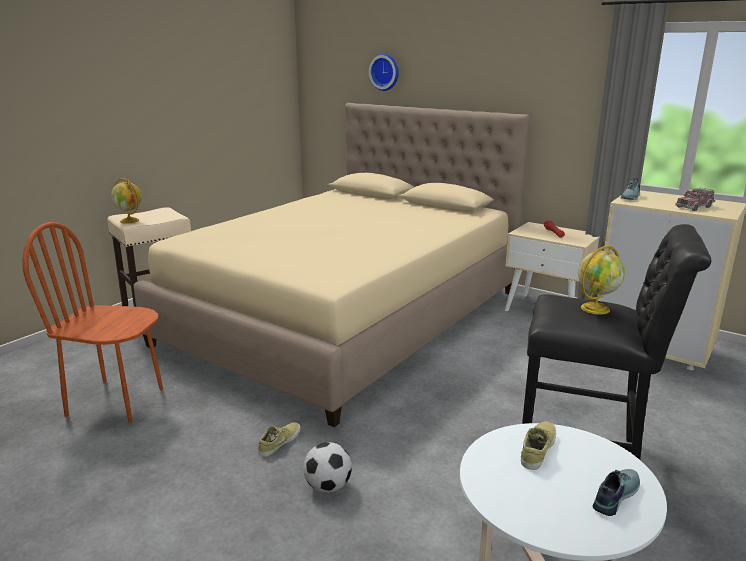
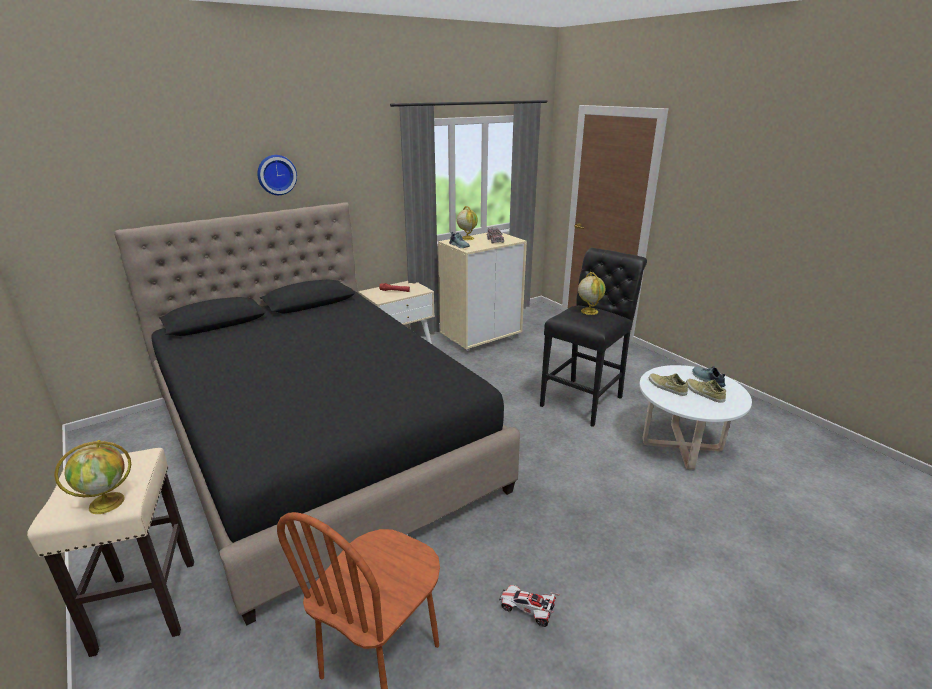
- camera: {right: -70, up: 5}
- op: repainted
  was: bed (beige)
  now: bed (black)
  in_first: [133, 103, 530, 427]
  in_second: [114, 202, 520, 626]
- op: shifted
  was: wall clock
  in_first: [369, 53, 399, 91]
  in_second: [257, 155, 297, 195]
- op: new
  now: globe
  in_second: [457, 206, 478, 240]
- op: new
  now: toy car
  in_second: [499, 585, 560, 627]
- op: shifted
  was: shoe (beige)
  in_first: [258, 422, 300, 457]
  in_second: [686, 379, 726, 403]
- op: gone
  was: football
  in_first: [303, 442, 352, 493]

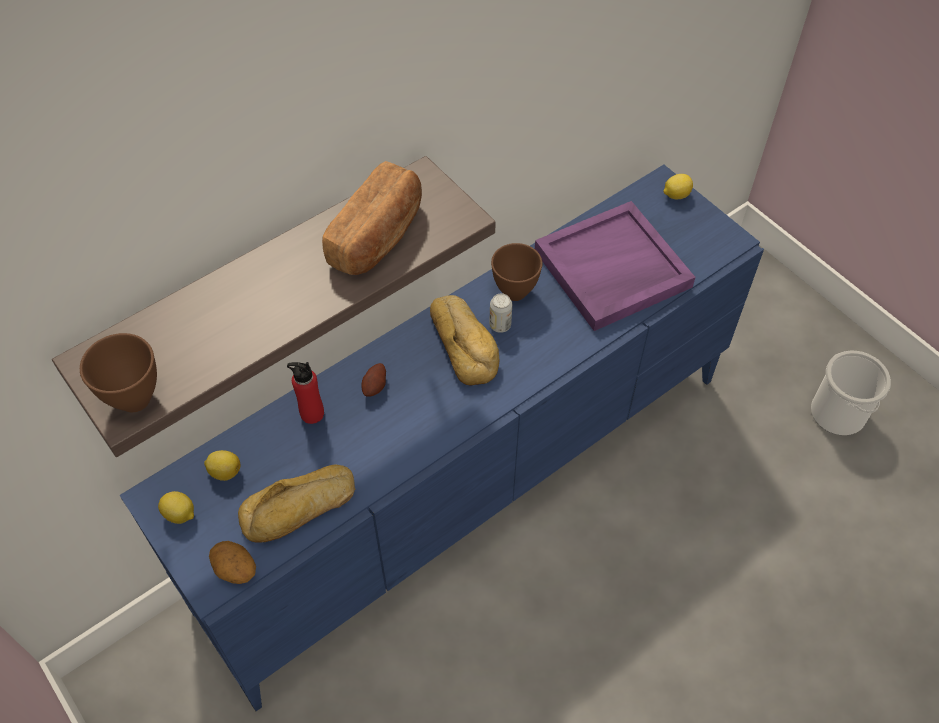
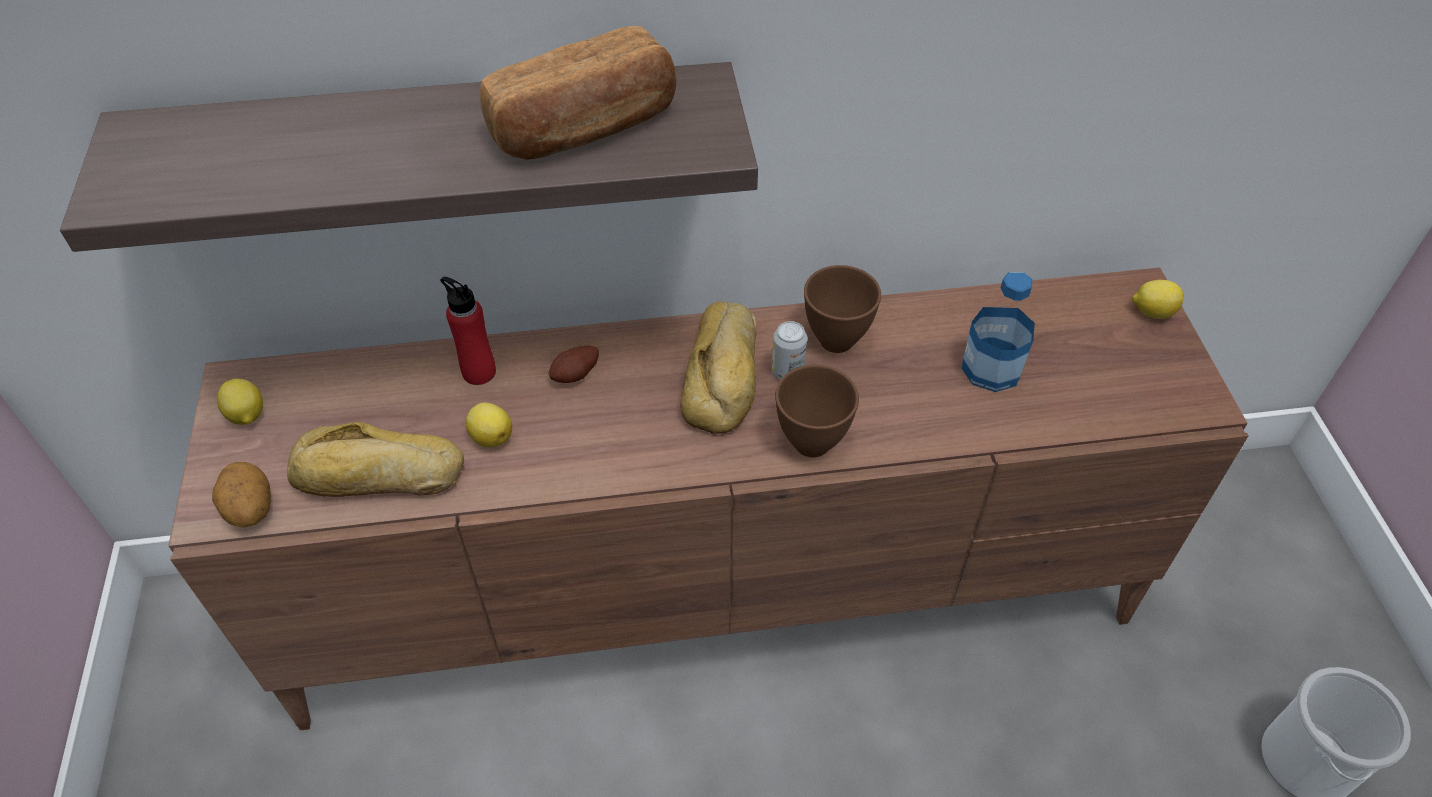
- camera: {right: 30, up: -5}
- op: repainted
  was: cabinet (blue)
  now: cabinet (brown)
  in_first: [119, 165, 764, 711]
  in_second: [168, 267, 1249, 730]
- op: shifted
  was: lemon
  in_first: [204, 450, 240, 481]
  in_second: [466, 402, 512, 447]
- op: shifted
  was: bowl (brown)
  in_first: [80, 333, 157, 412]
  in_second: [775, 365, 859, 457]
- op: swapped
  was: tray (purple)
  now: bottle
  in_first: [535, 201, 695, 331]
  in_second: [961, 272, 1035, 392]

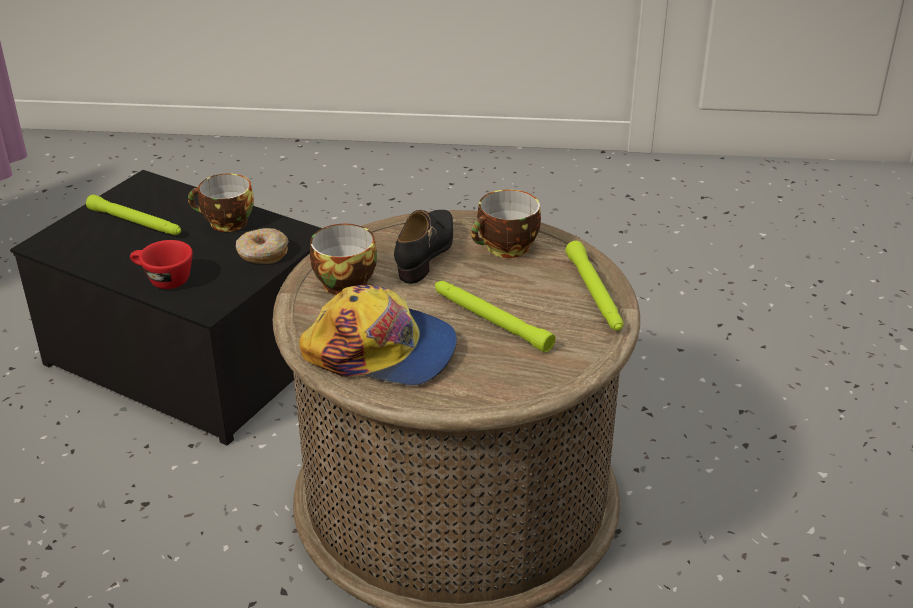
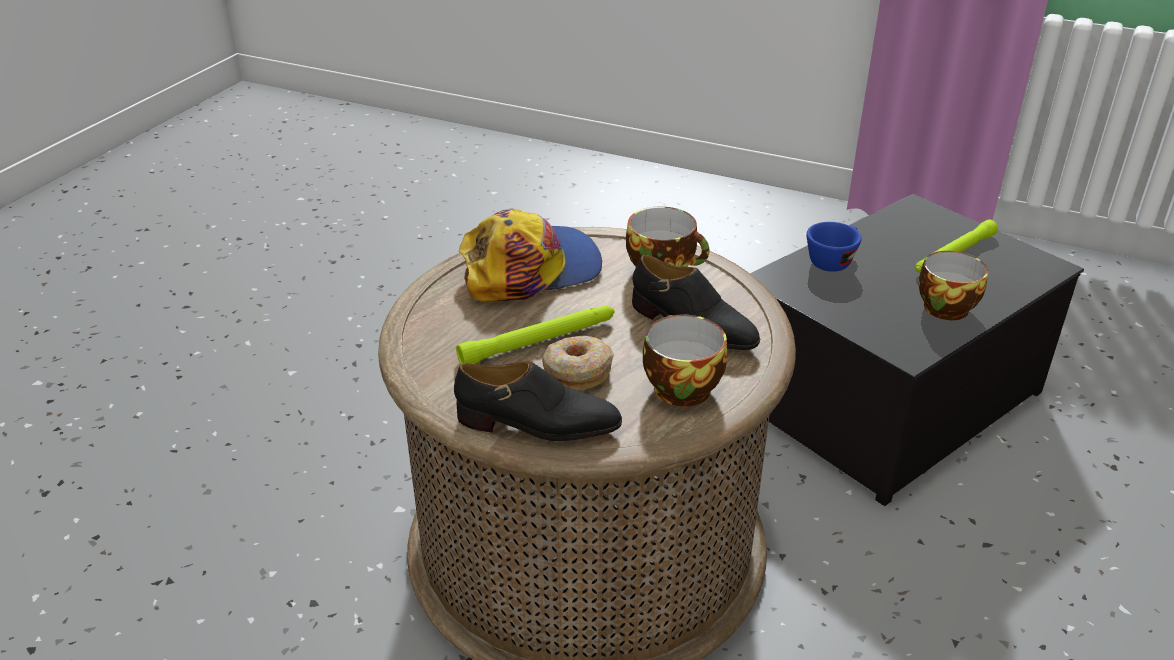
- camera: {right: 110, up: 0}
- op: swapped
  was: flashlight (green)
  now: shoe (black)
  in_first: [565, 241, 624, 331]
  in_second: [454, 361, 622, 441]
- op: rotated
  was: cap
  in_first: [299, 285, 457, 385]
  in_second: [459, 208, 602, 301]
  clockwise: -150
- op: shifted
  was: donut
  in_first: [236, 228, 289, 264]
  in_second: [542, 335, 614, 391]
- op: repainted
  was: cup (red)
  now: cup (blue)
  in_first: [130, 240, 193, 289]
  in_second: [806, 222, 862, 272]

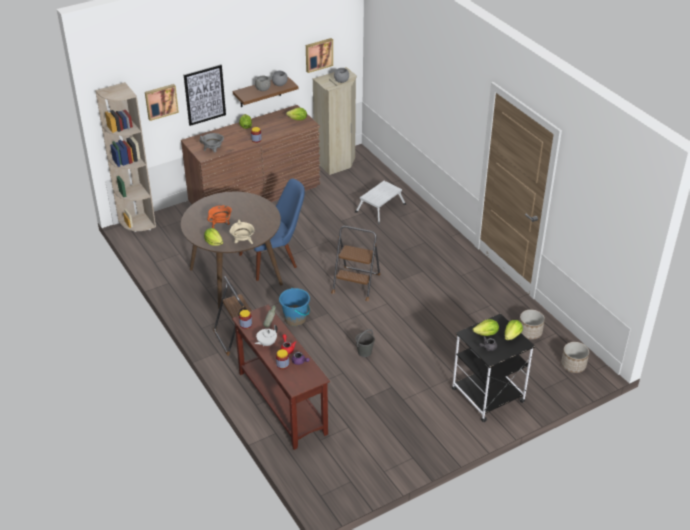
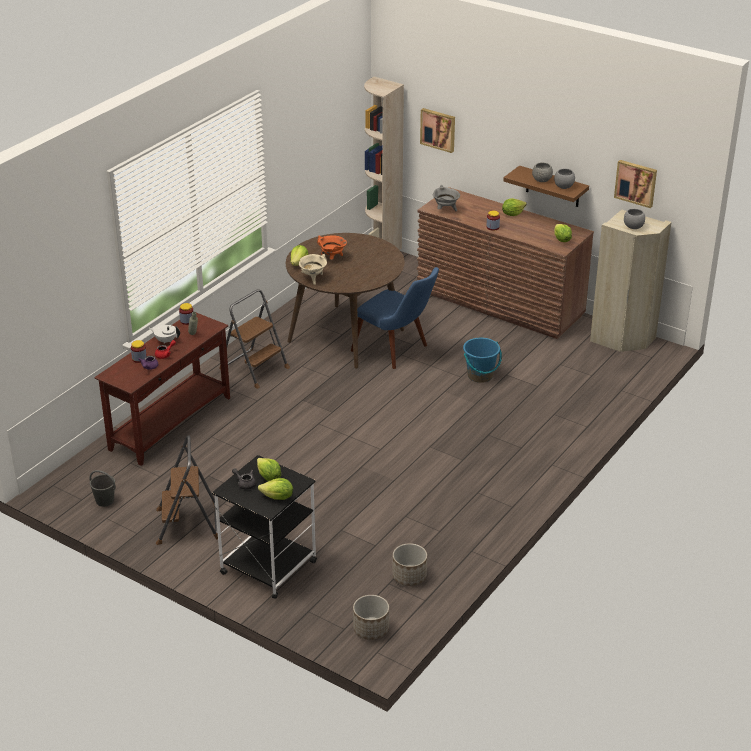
- camera: {right: 65, up: -5}
- op: shifted
  was: bucket (grey)
  in_first: [355, 329, 375, 357]
  in_second: [90, 470, 116, 507]
- op: shifted
  was: step ladder (brown)
  in_first: [331, 226, 380, 301]
  in_second: [156, 435, 218, 545]
- op: shifted
  was: bucket (blue)
  in_first: [279, 288, 310, 326]
  in_second: [463, 338, 502, 383]
- op: gone
  was: picture
  in_first: [184, 64, 226, 126]
- op: gone
  was: step ladder (white)
  in_first: [355, 180, 406, 224]

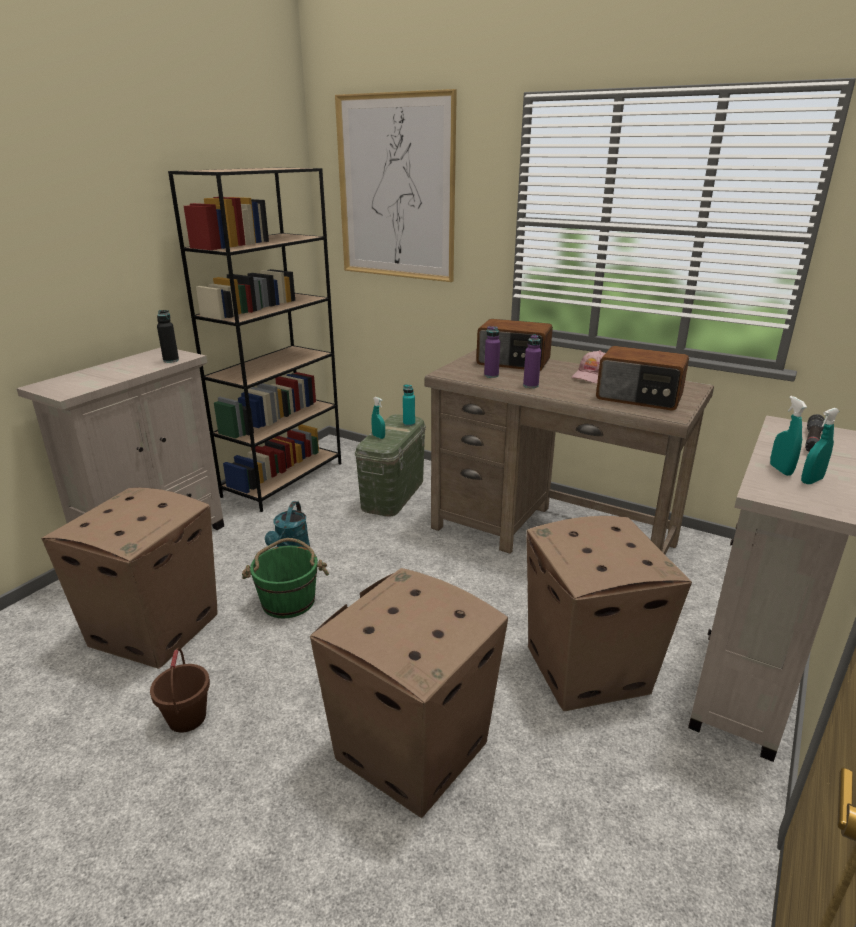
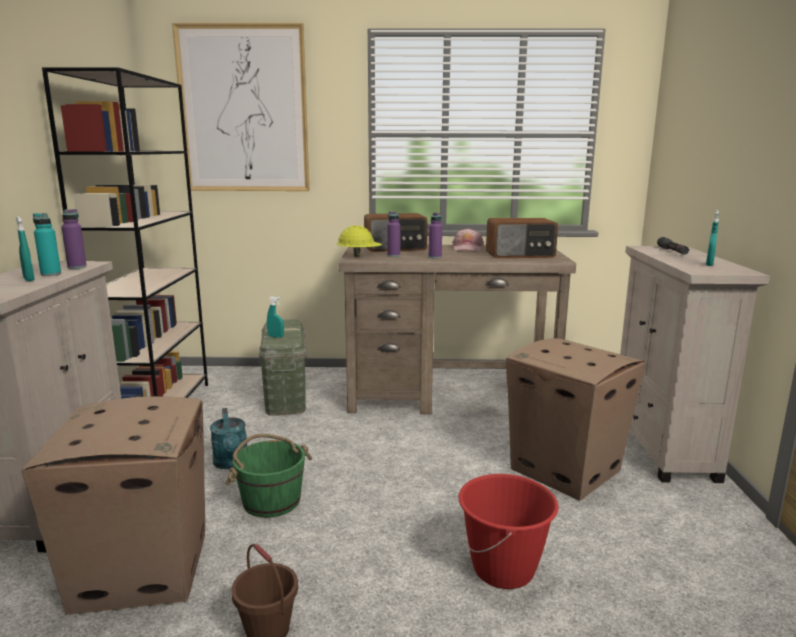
- camera: {right: -30, up: -10}
- op: shifted
  was: spray bottle (turquoise)
  in_first: [770, 396, 807, 476]
  in_second: [16, 216, 35, 281]
- op: shifted
  was: bottle (turquoise)
  in_first: [403, 384, 415, 426]
  in_second: [33, 213, 61, 276]
- op: repainted
  was: bottle (black)
  now: bottle (purple)
  in_first: [157, 310, 179, 363]
  in_second: [62, 209, 87, 269]
- op: new
  now: hard hat (yellow)
  in_second: [337, 226, 382, 257]
- op: swapped
  was: cardboard box
  now: bucket (red)
  in_first: [310, 568, 508, 818]
  in_second: [458, 474, 559, 589]

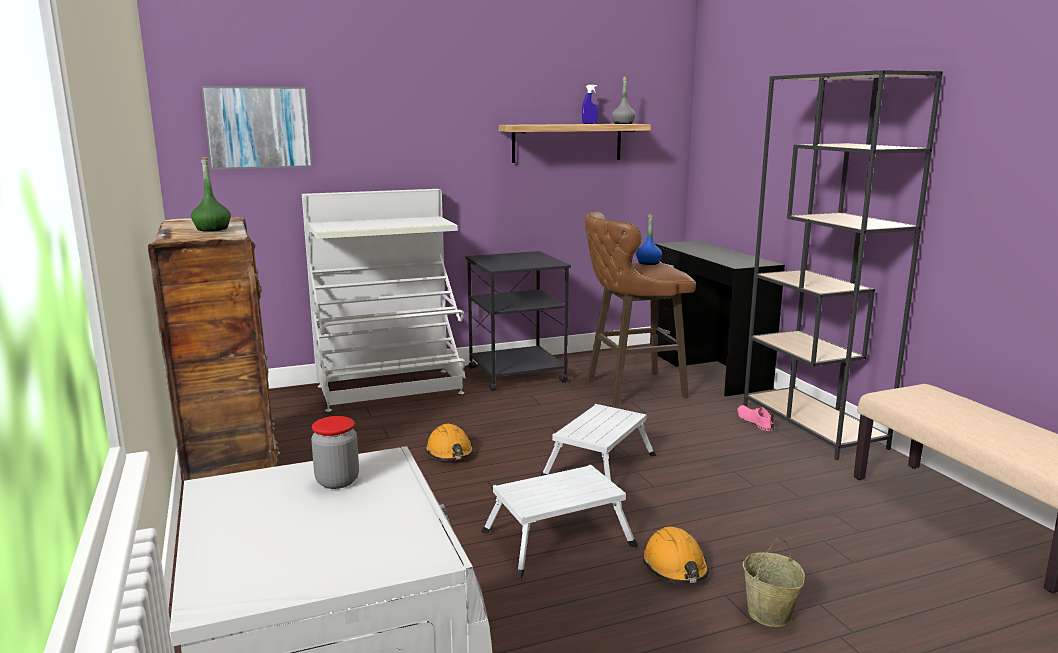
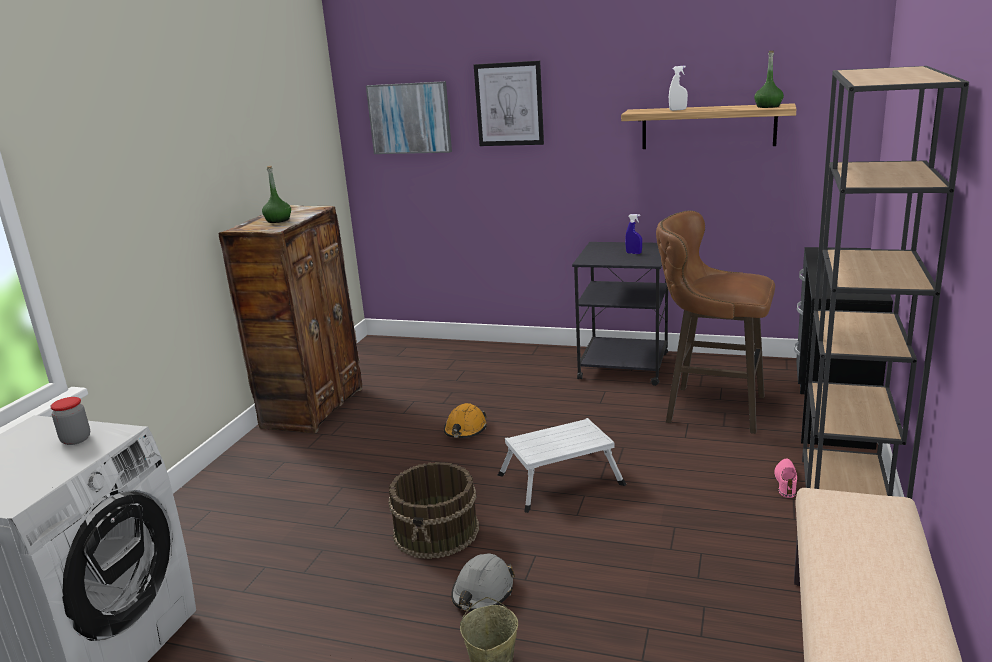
- camera: {right: 40, up: 5}
- op: swapped
  was: step ladder (white)
  now: bucket (brown)
  in_first: [481, 465, 638, 579]
  in_second: [388, 462, 479, 559]
- op: repainted
  was: hard hat (orange)
  now: hard hat (grey)
  in_first: [643, 526, 709, 583]
  in_second: [451, 553, 515, 611]
- op: new
  now: picture
  in_second: [474, 61, 544, 146]
- op: shifted
  was: spray bottle (blue)
  in_first: [582, 85, 598, 124]
  in_second: [625, 214, 642, 254]
- op: new
  now: spray bottle (white)
  in_second: [669, 66, 688, 111]
- op: repainted
  was: bottle (grey)
  now: bottle (green)
  in_first: [612, 76, 636, 124]
  in_second: [754, 51, 784, 108]
- op: gone
  was: shoe rack (white)
  in_first: [302, 189, 466, 412]
- op: gone
  was: bottle (blue)
  in_first: [636, 213, 662, 265]

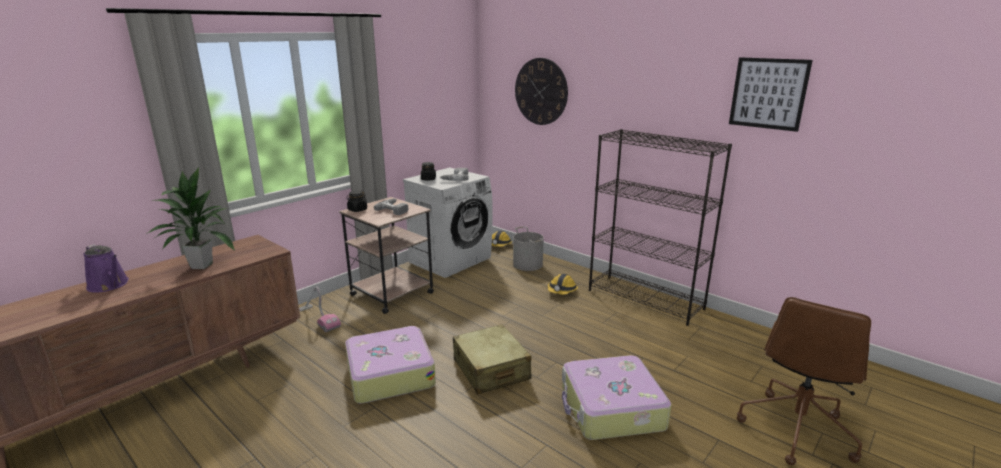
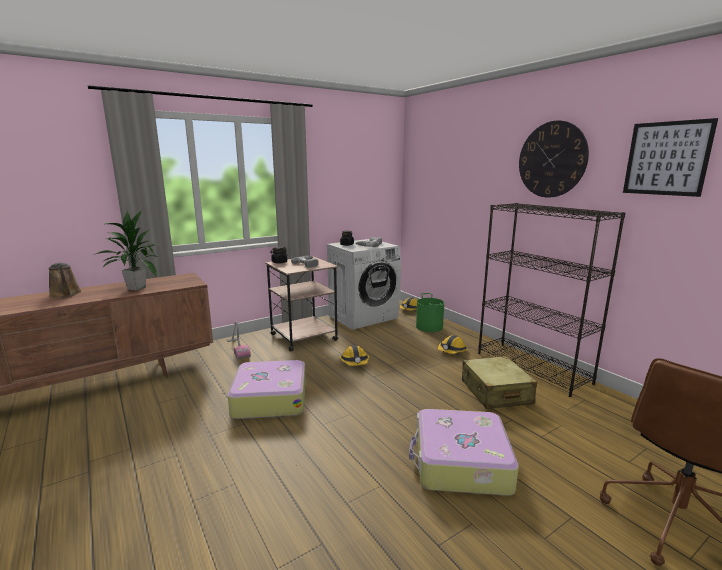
- camera: {right: 15, up: -5}
- op: repainted
  was: watering can (purple)
  now: watering can (brown)
  in_first: [84, 244, 129, 293]
  in_second: [48, 263, 82, 298]
- op: new
  now: hard hat
  in_second: [340, 345, 369, 366]
- op: repainted
  was: bucket (grey)
  now: bucket (green)
  in_first: [513, 226, 544, 271]
  in_second: [416, 293, 444, 332]
- op: shifted
  was: suitcase (beige)
  in_first: [453, 324, 531, 394]
  in_second: [462, 356, 537, 409]
- op: shifted
  was: wall clock
  in_first: [515, 58, 568, 125]
  in_second: [519, 120, 589, 198]

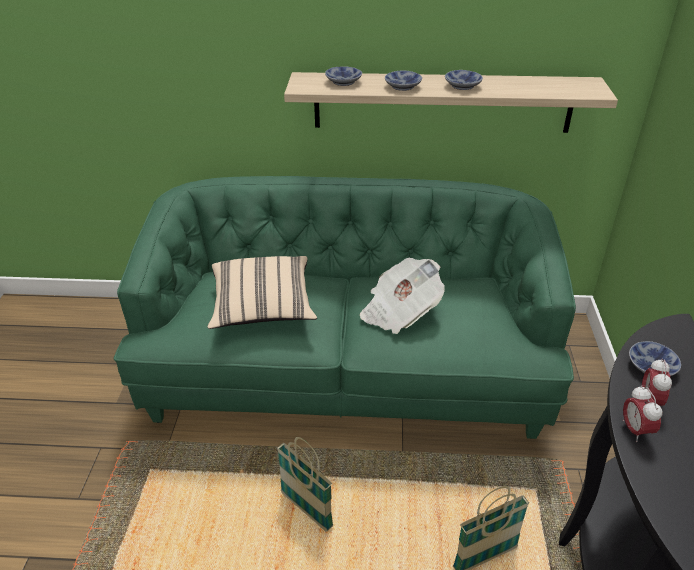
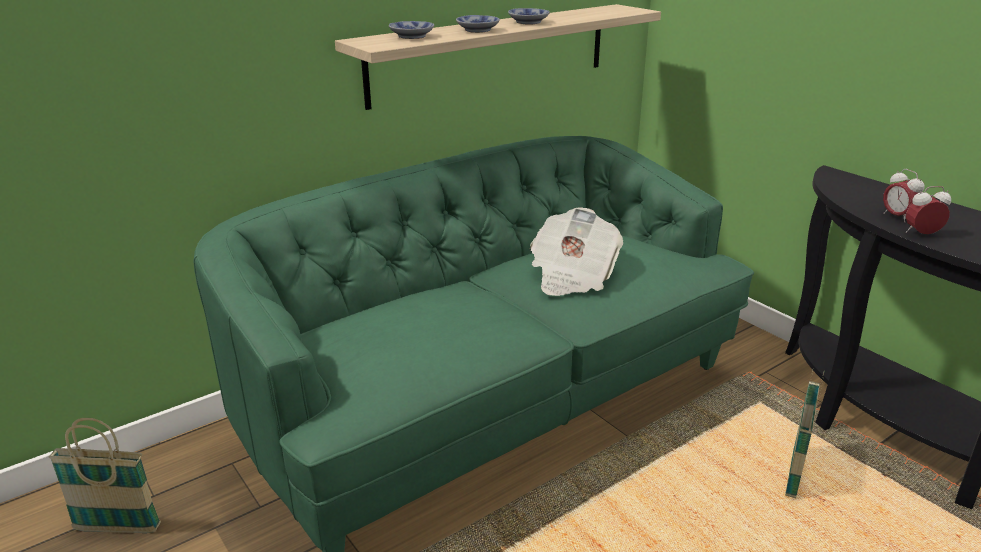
- camera: {right: -40, up: -10}
- op: shifted
  was: basket
  in_first: [277, 437, 333, 532]
  in_second: [49, 418, 161, 533]
- op: rotated
  was: alarm clock
  in_first: [623, 385, 663, 442]
  in_second: [906, 186, 951, 234]
  clockwise: 135
- op: gone
  was: pillow (beige)
  in_first: [207, 256, 317, 329]
- op: gone
  was: bowl
  in_first: [629, 341, 681, 376]

